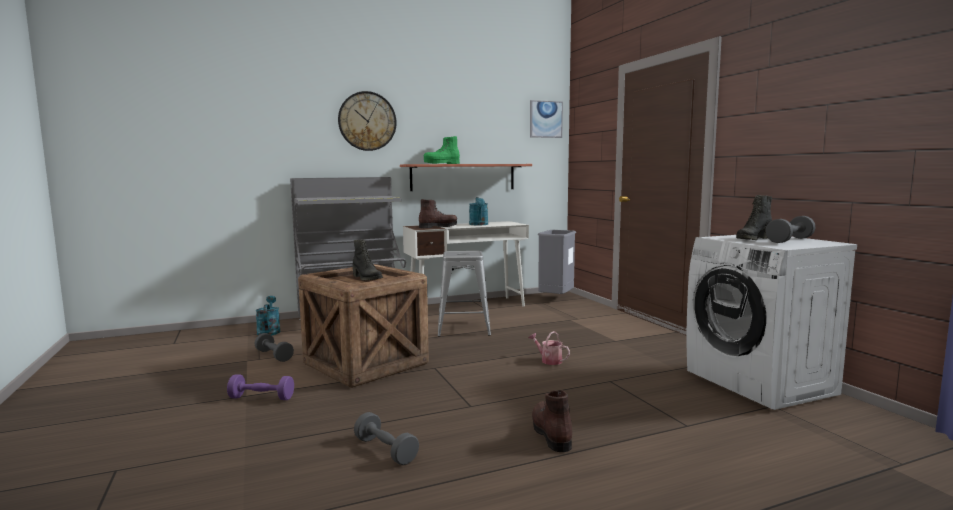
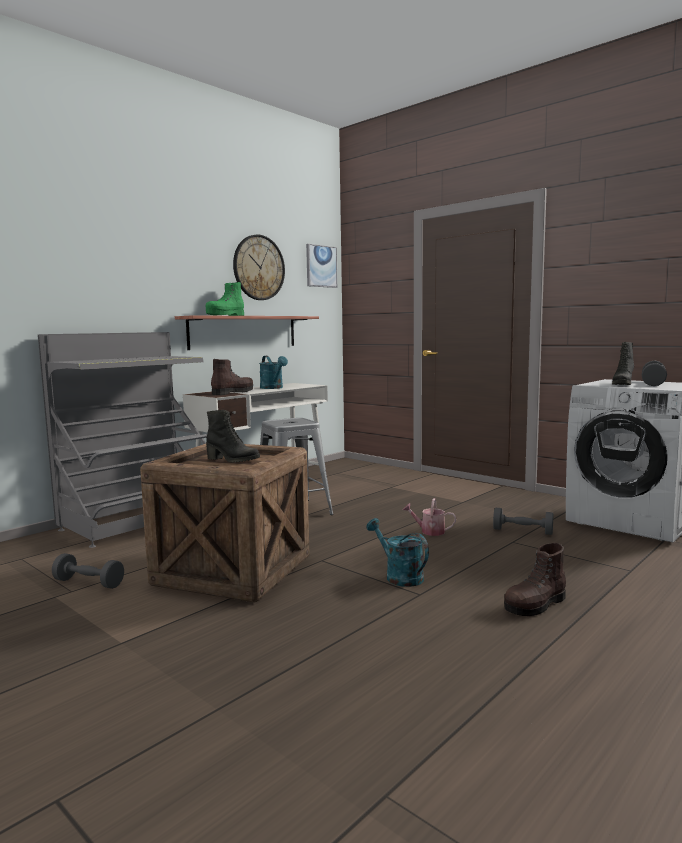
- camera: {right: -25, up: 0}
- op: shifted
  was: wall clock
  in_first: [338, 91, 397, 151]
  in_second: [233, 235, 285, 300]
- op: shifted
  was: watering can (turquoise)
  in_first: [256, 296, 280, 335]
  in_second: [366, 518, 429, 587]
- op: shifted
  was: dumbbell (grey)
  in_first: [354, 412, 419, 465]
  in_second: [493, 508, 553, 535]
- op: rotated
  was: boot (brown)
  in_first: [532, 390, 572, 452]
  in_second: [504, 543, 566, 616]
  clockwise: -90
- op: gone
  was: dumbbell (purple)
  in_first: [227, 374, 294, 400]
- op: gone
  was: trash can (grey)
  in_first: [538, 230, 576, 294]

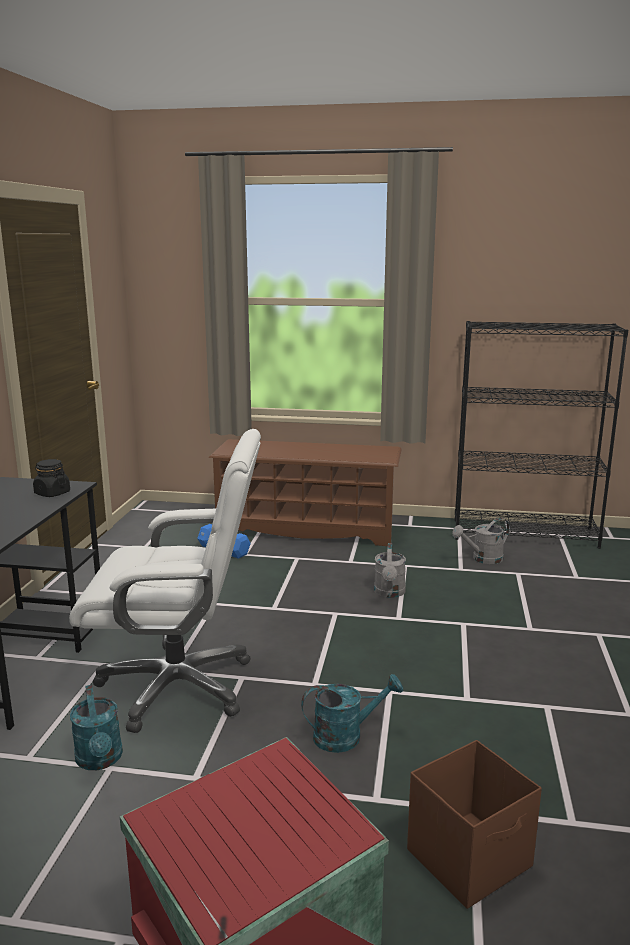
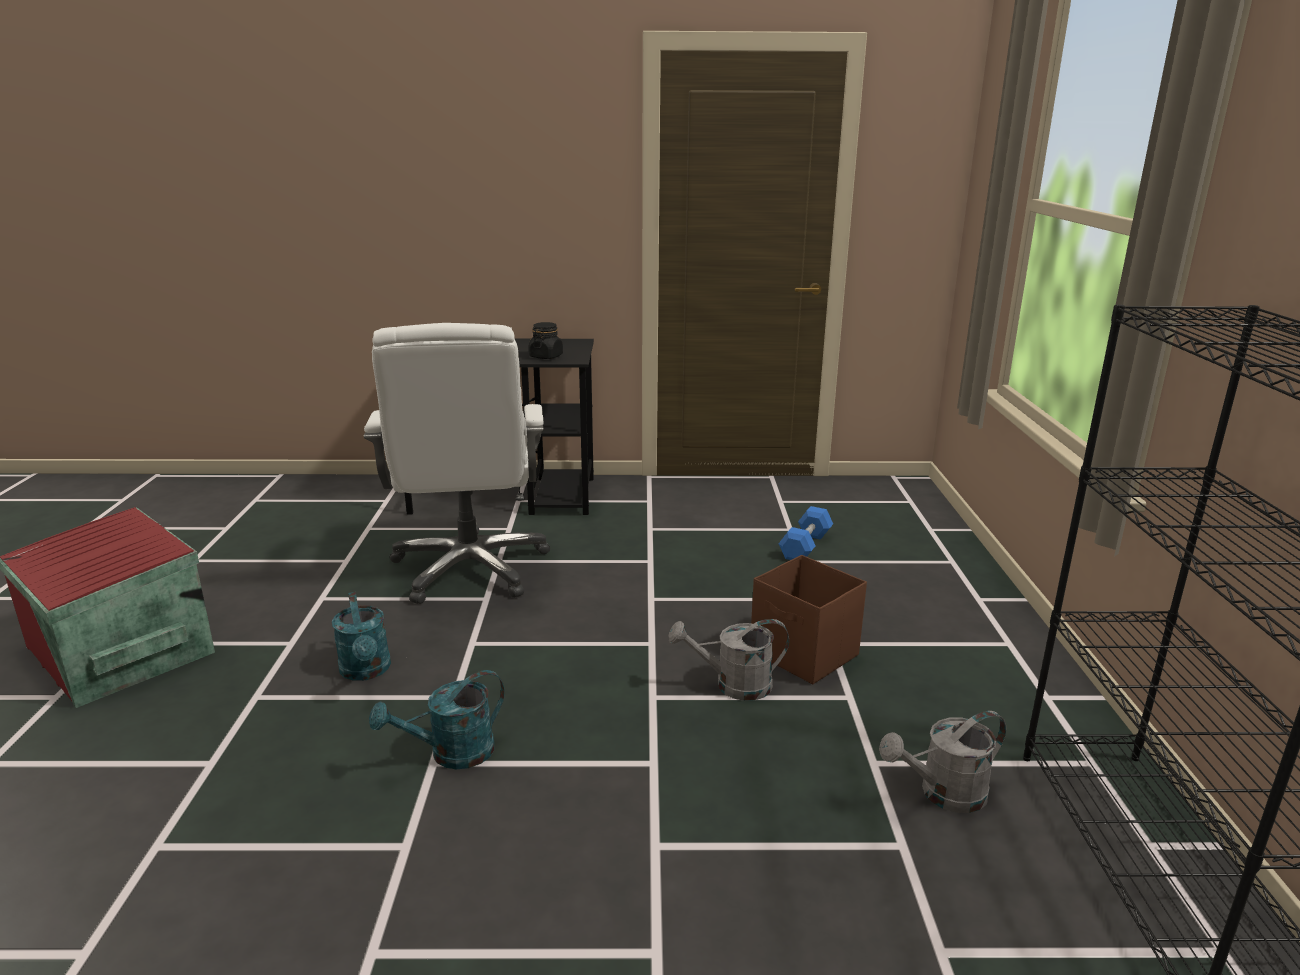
- camera: {right: 80, up: 5}
- op: shifted
  was: watering can (turquoise)
  in_first: [70, 685, 123, 770]
  in_second: [369, 670, 505, 769]
- op: shifted
  was: storage box (brown)
  in_first: [407, 740, 542, 909]
  in_second: [751, 555, 867, 684]
- op: rotated
  was: watering can (grey)
  in_first: [452, 518, 510, 564]
  in_second: [879, 711, 1006, 813]
  clockwise: -75
- op: gone
  was: shoe rack (brown)
  in_first: [209, 439, 402, 546]

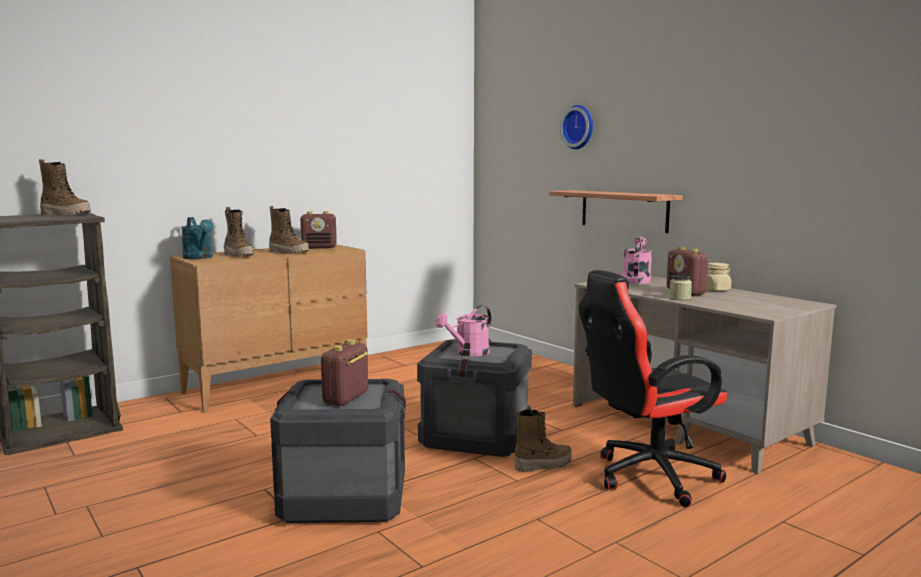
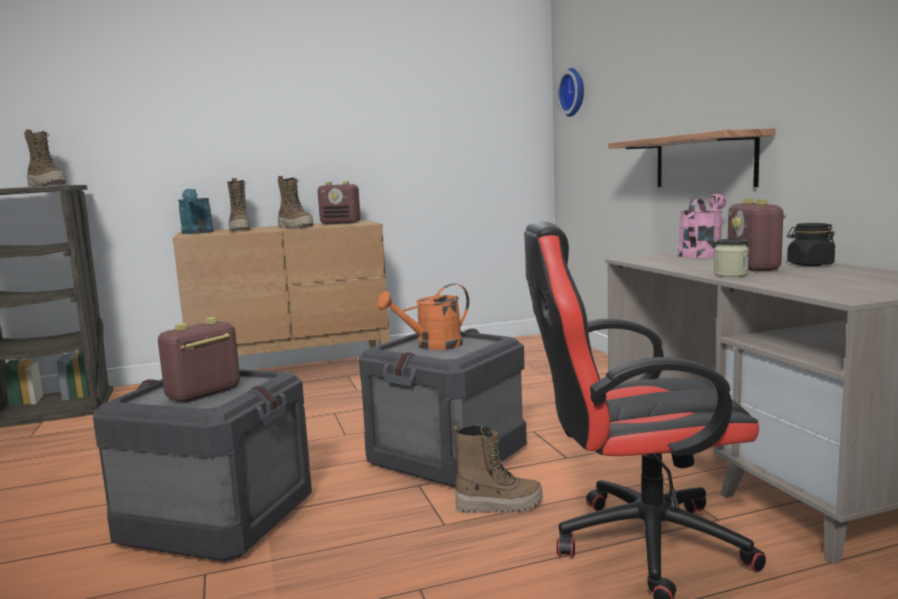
- camera: {right: 20, up: 0}
- op: repainted
  was: watering can (pink)
  now: watering can (orange)
  in_first: [435, 305, 491, 356]
  in_second: [377, 284, 469, 350]
- op: shifted
  was: wall clock
  in_first: [560, 105, 593, 149]
  in_second: [557, 68, 584, 117]
- op: repainted
  was: jar (beige)
  now: jar (black)
  in_first: [706, 263, 732, 291]
  in_second: [787, 223, 835, 266]

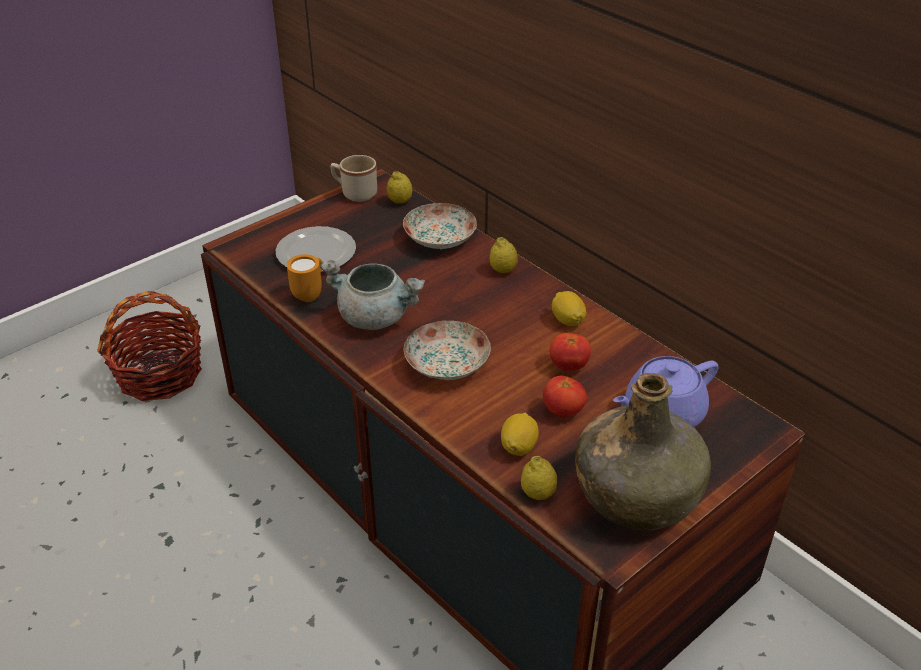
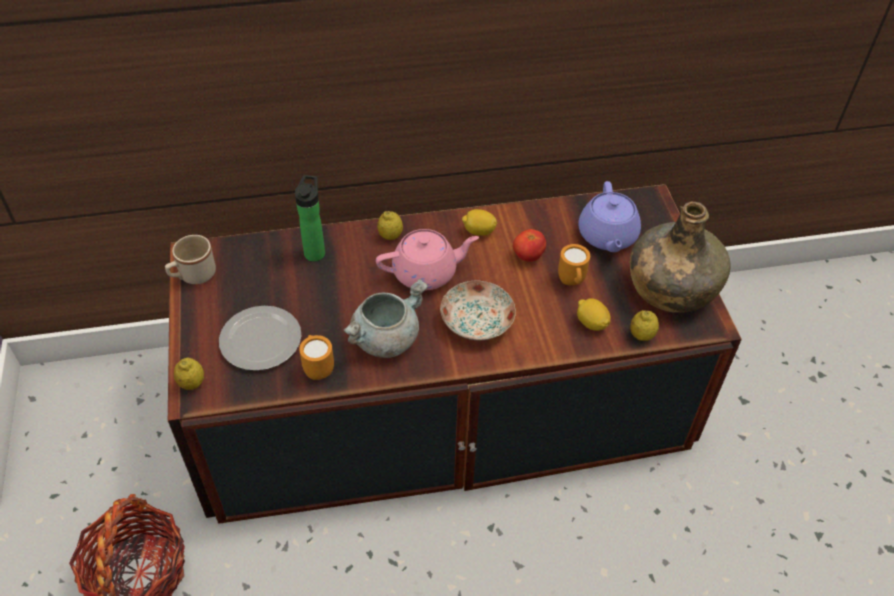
- camera: {right: -60, up: 10}
- op: shifted
  was: lemon
  in_first: [386, 171, 412, 204]
  in_second: [174, 358, 204, 390]
- op: swapped
  was: plate
  now: bottle
  in_first: [403, 203, 477, 249]
  in_second: [295, 175, 325, 262]
- op: new
  now: teapot (pink)
  in_second: [376, 229, 479, 291]
- op: swapped
  was: tomato
  now: mug (orange)
  in_first: [543, 375, 587, 417]
  in_second: [558, 244, 590, 285]

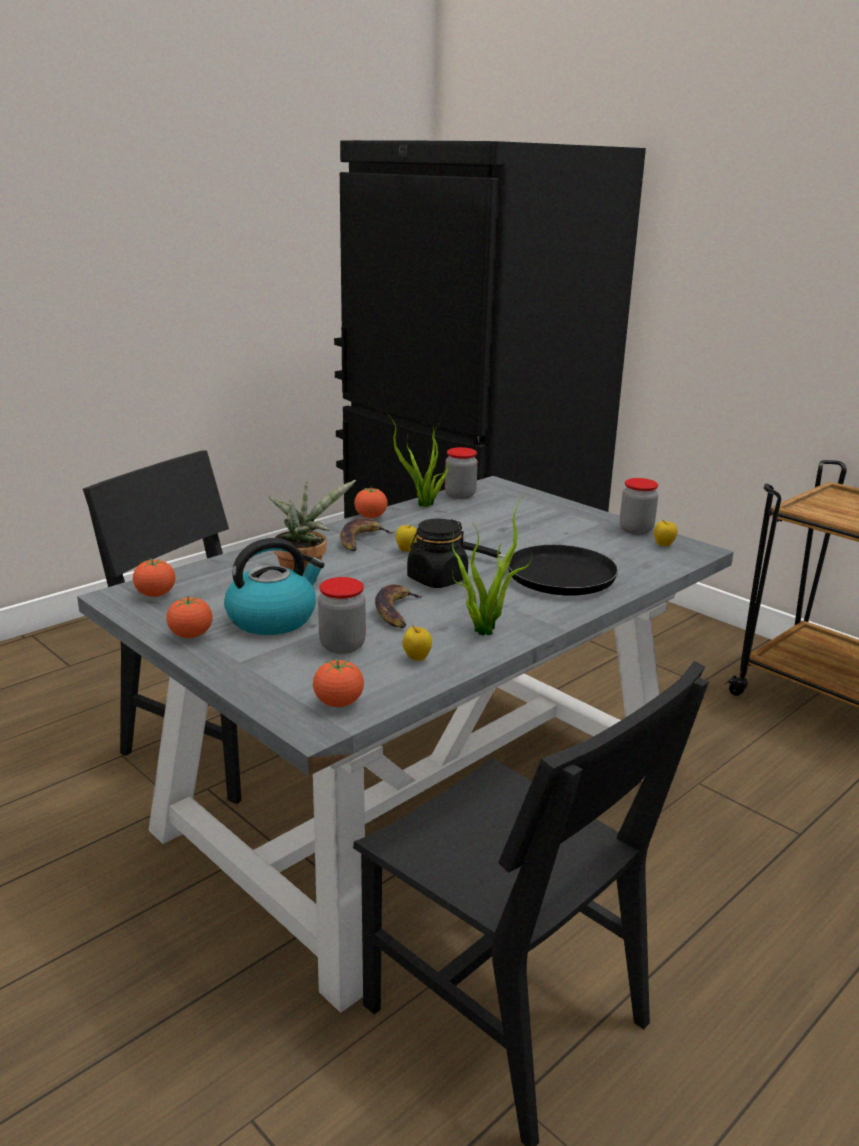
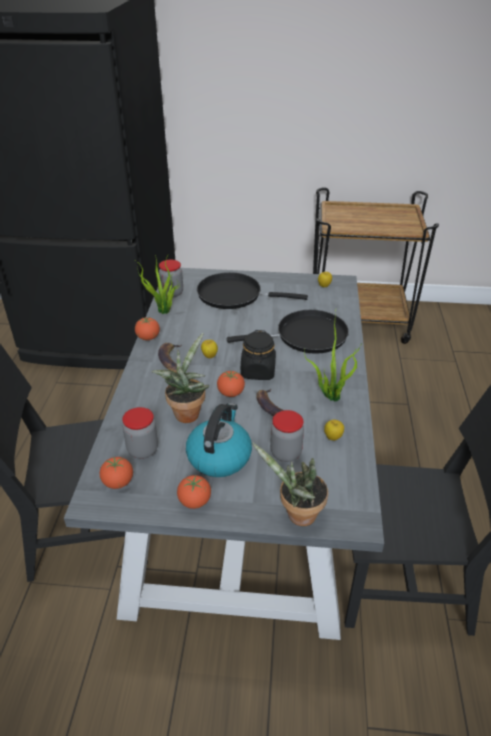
- camera: {right: -40, up: 15}
- op: shifted
  was: jar
  in_first: [620, 478, 658, 535]
  in_second: [122, 407, 158, 459]
- op: new
  now: frying pan (black)
  in_second: [197, 272, 308, 309]
- op: shifted
  was: tomato
  in_first: [313, 659, 364, 707]
  in_second: [217, 371, 245, 397]
- op: new
  now: potted plant
  in_second: [252, 442, 328, 526]

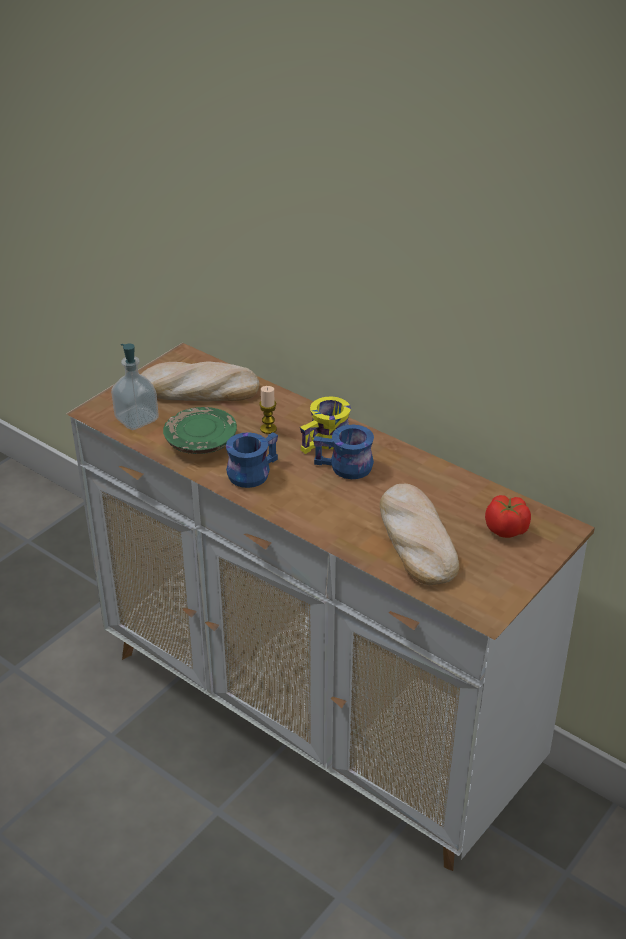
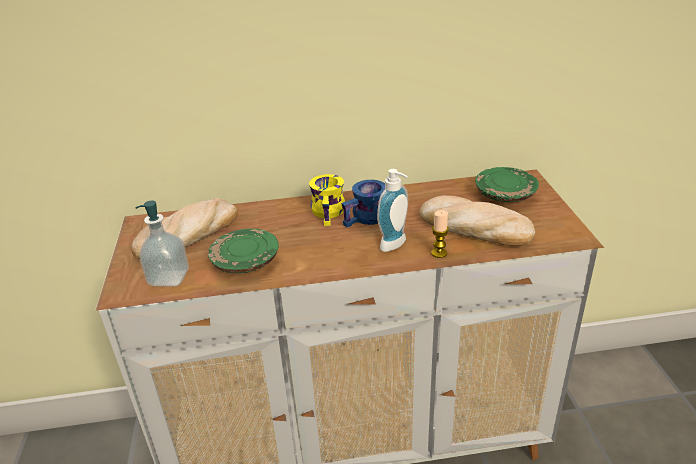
- camera: {right: -45, up: -5}
- op: new
  now: soap dispenser
  in_second: [377, 169, 408, 252]
- op: shifted
  was: candle
  in_first: [259, 386, 277, 434]
  in_second: [431, 210, 449, 258]
- op: swapped
  was: tomato
  now: plate (green)
  in_first: [485, 495, 531, 538]
  in_second: [475, 167, 539, 202]
- op: gone
  was: mug (blue)
  in_first: [226, 432, 278, 488]

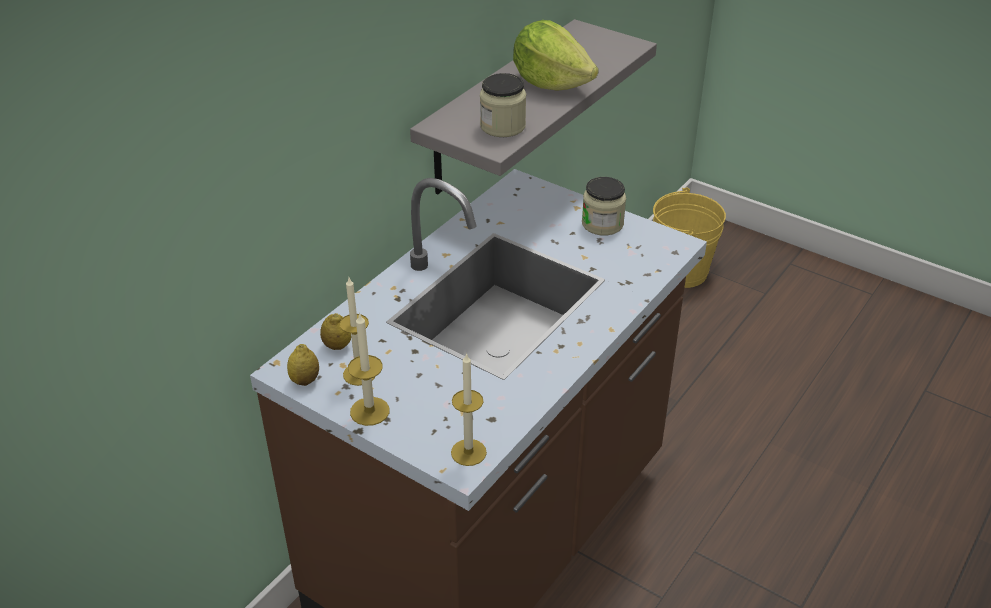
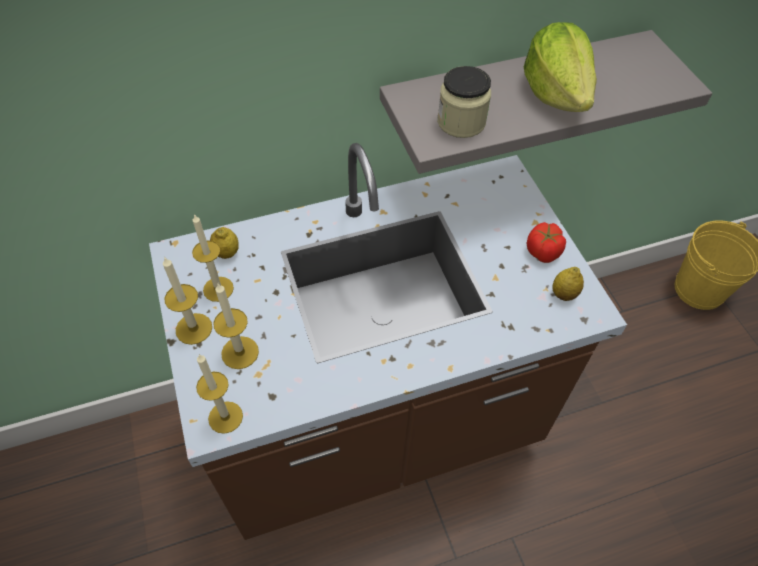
- camera: {right: 35, up: 15}
- op: new
  now: candle
  in_second: [213, 283, 259, 369]
- op: swapped
  was: jar
  now: tomato
  in_first: [582, 177, 626, 236]
  in_second: [526, 222, 566, 263]
- op: shifted
  was: lemon
  in_first: [287, 344, 319, 386]
  in_second: [552, 267, 584, 301]

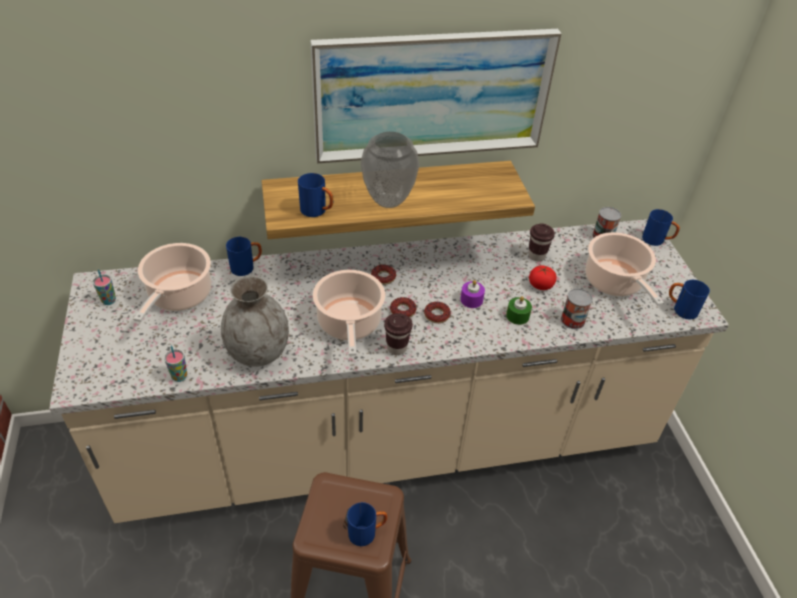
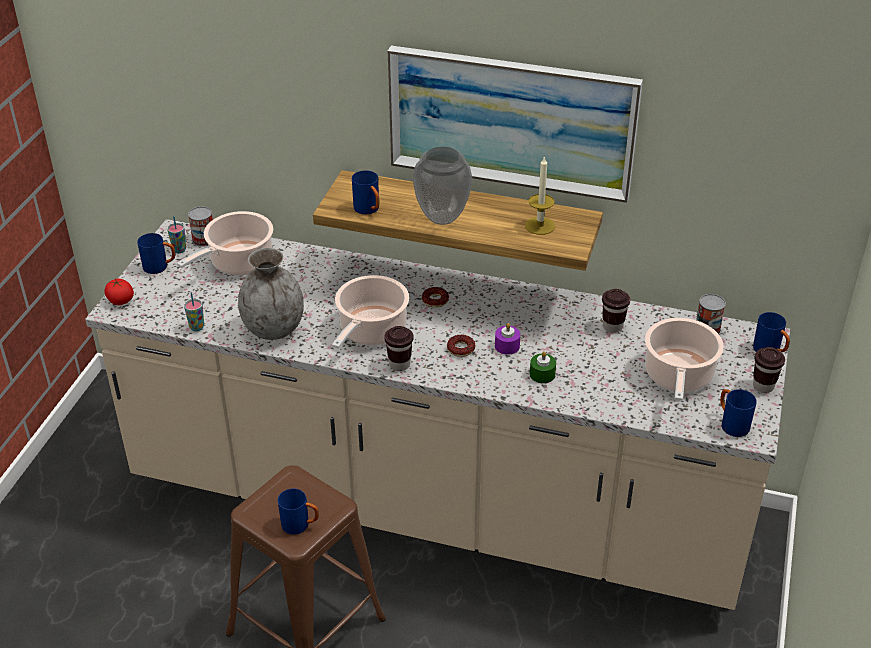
- camera: {right: 30, up: -5}
- op: shifted
  was: tomato
  in_first: [529, 265, 557, 290]
  in_second: [104, 279, 134, 305]
- op: shifted
  was: mug (blue)
  in_first: [226, 237, 262, 276]
  in_second: [137, 233, 176, 274]
- op: shifted
  was: can
  in_first: [561, 288, 593, 329]
  in_second: [188, 206, 213, 247]
- op: new
  now: candle
  in_second: [525, 156, 555, 235]
- op: new
  now: cup (brown)
  in_second: [753, 347, 785, 393]
- op: gone
  was: donut
  in_first: [390, 297, 417, 317]

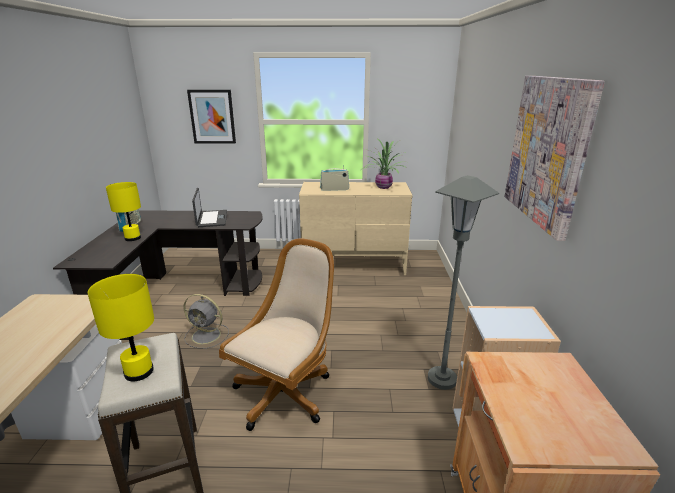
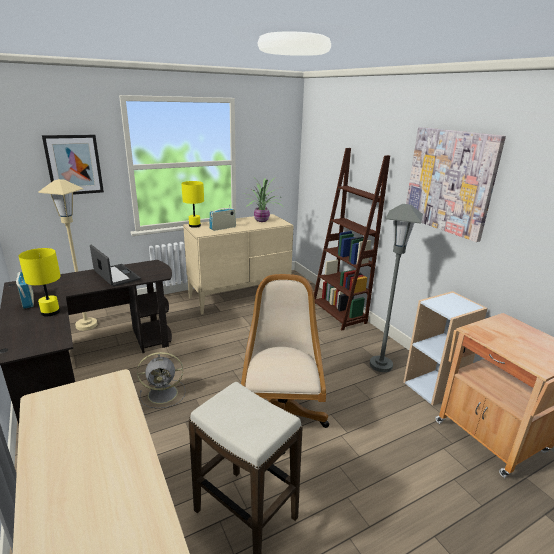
- camera: {right: -30, up: 0}
- op: new
  now: floor lamp (beige)
  in_second: [38, 179, 97, 331]
- op: shifted
  was: table lamp (yellow)
  in_first: [88, 274, 154, 381]
  in_second: [181, 181, 204, 228]
- op: new
  now: bookcase (brown)
  in_second: [314, 148, 390, 331]

